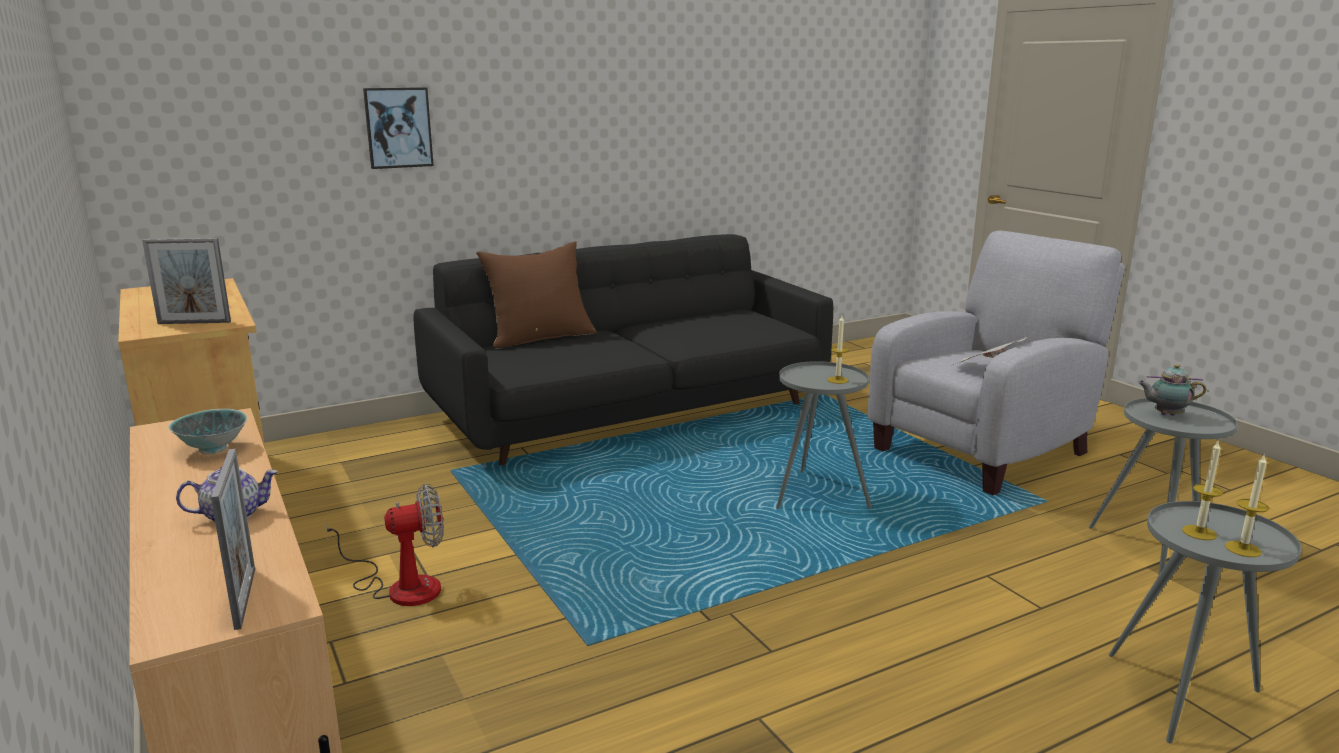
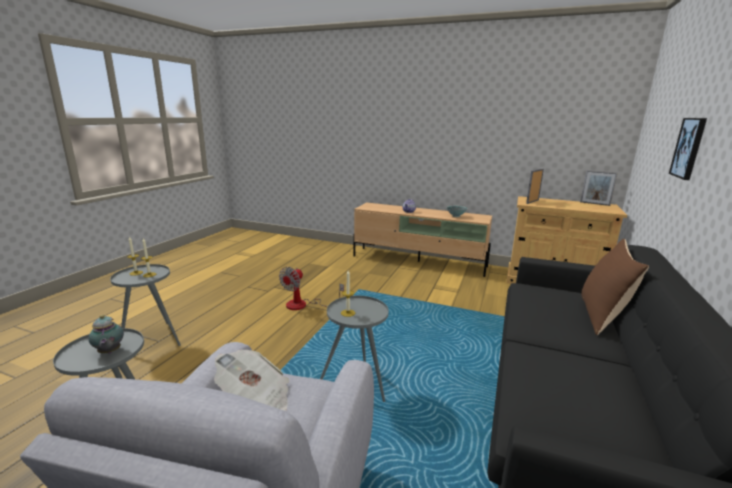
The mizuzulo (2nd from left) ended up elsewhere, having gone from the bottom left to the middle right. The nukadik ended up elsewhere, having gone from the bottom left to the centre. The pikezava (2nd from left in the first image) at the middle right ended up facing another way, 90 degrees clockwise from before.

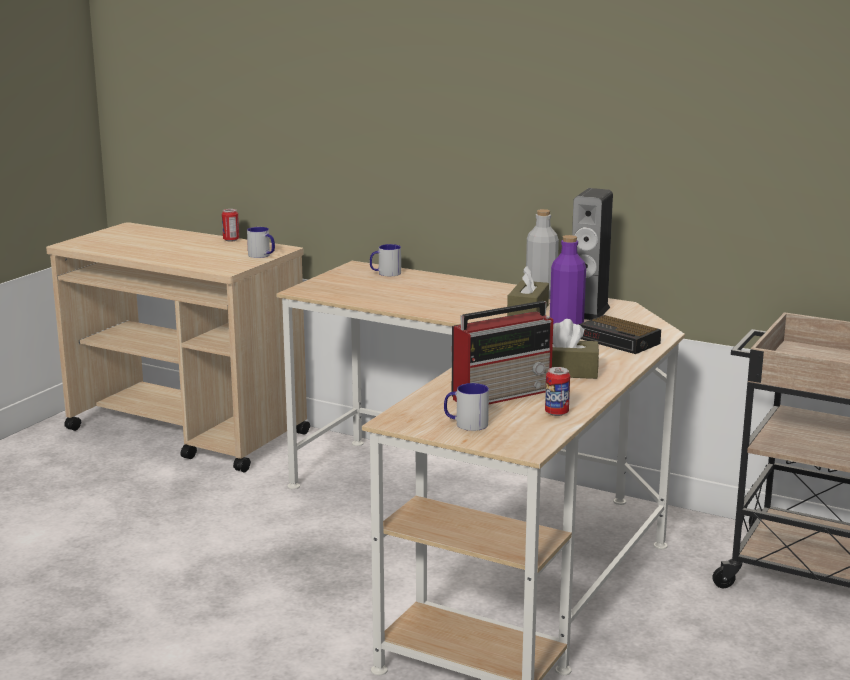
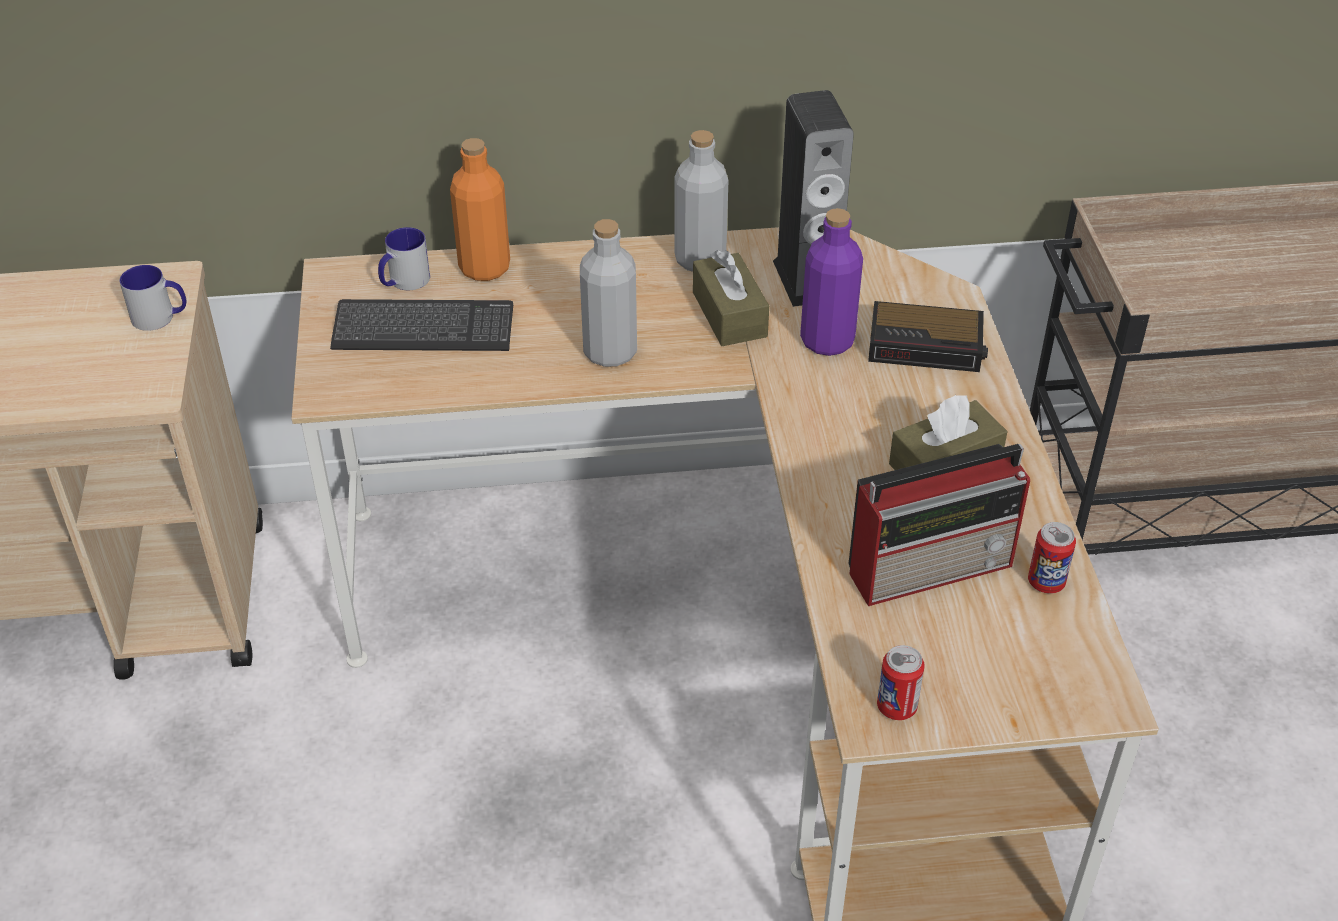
The second view lost the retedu (3rd from left) at the centre. The second view gained the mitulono at the middle left. The second view gained the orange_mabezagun at the top centre. The second view gained the grey_mabezagun (1st from left) at the top centre. The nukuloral (1st from left) ended up elsewhere, having gone from the top left to the bottom right. The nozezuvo at the centre ended up facing another way, 45 degrees clockwise from before.

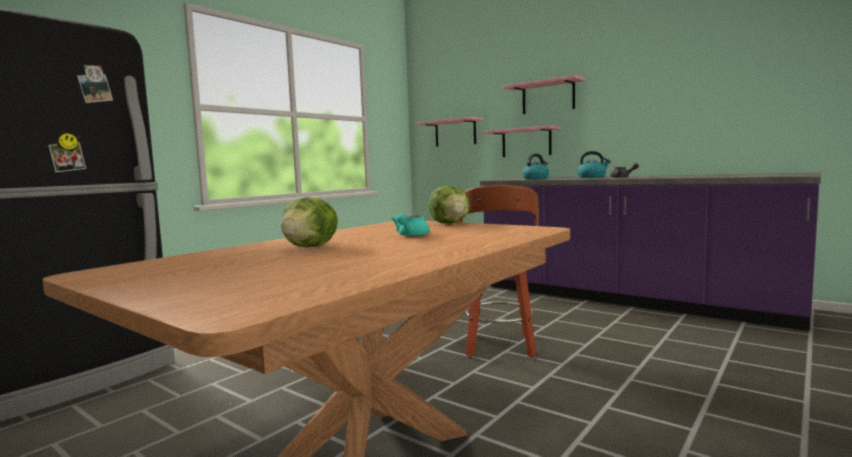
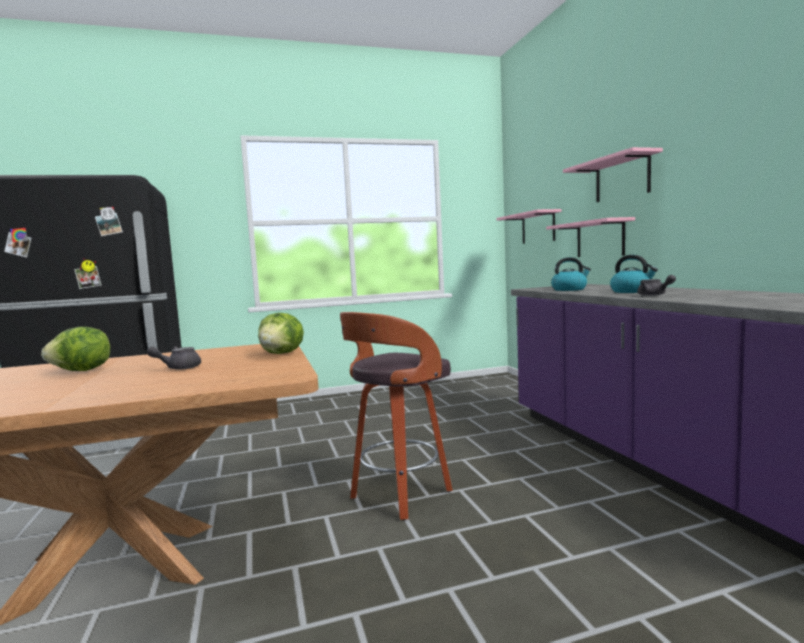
What was the turquoise_pikezava at the centre turned into the grey_pikezava (1st from left) at the middle left.

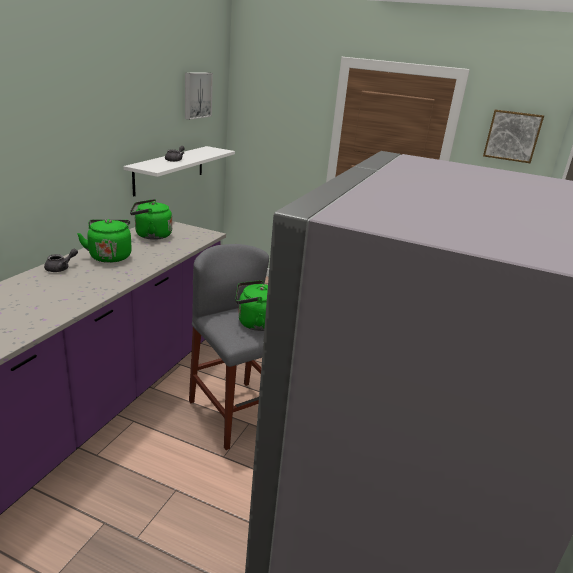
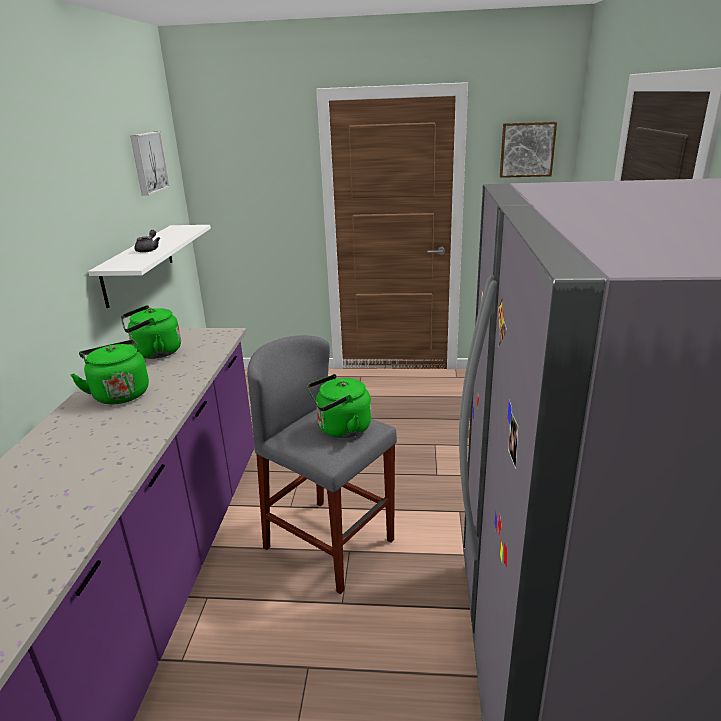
The second view lost the grey_pikezava (1st from left) at the middle left.

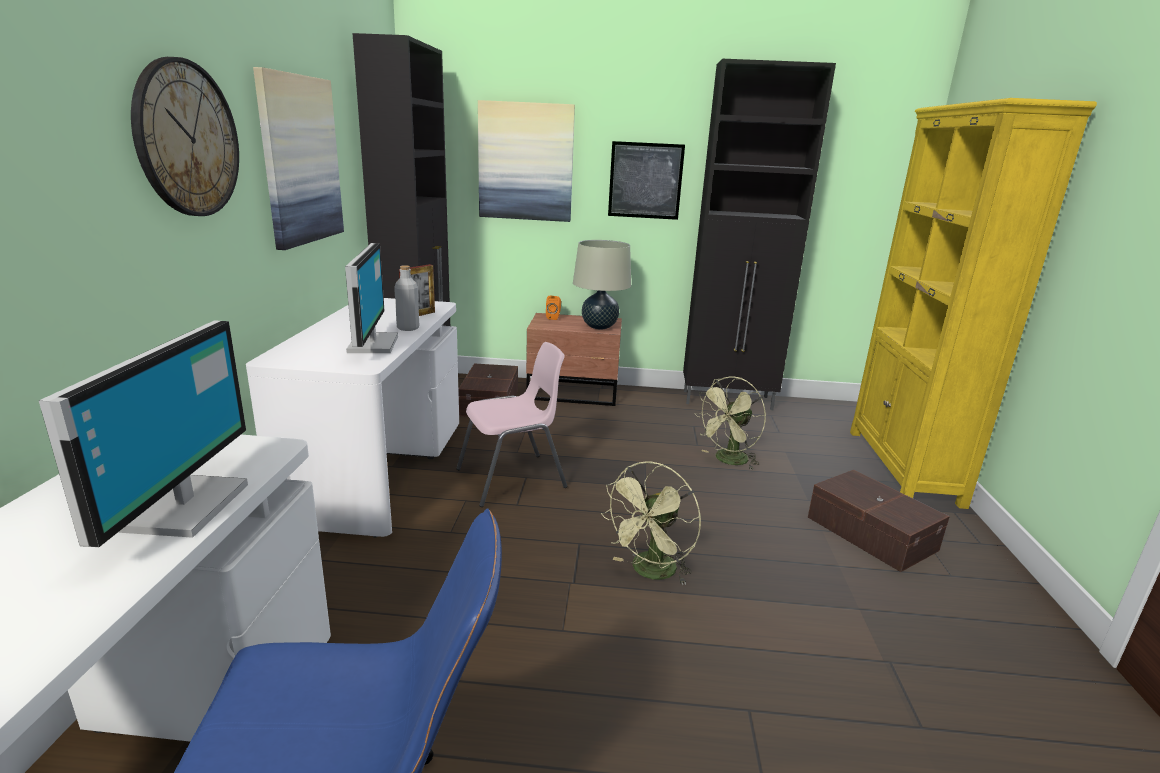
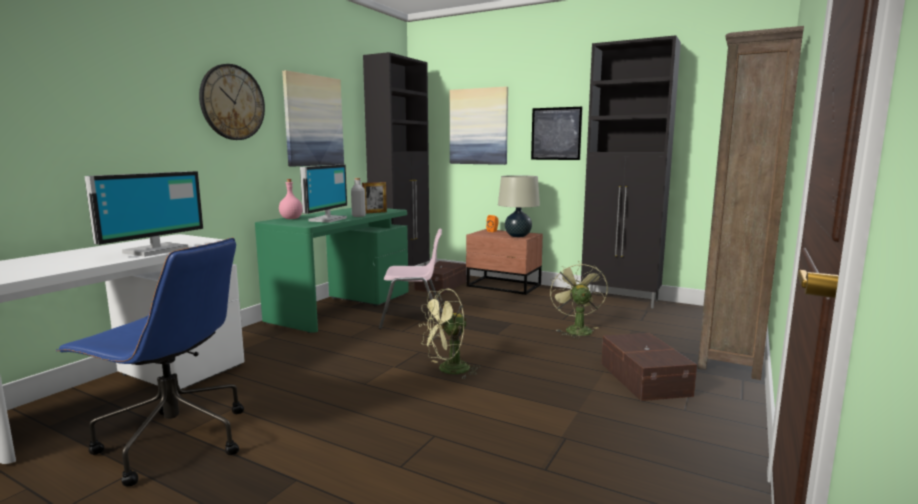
The second view gained the pink_mabezagun at the middle left. What was the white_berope (2nd from left) at the middle left turned into the green_berope at the centre. What was the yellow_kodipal at the middle right turned into the brown_kodipal at the middle right. The green_nukadik (2nd from left) at the centre ended up facing another way, 105 degrees clockwise from before.

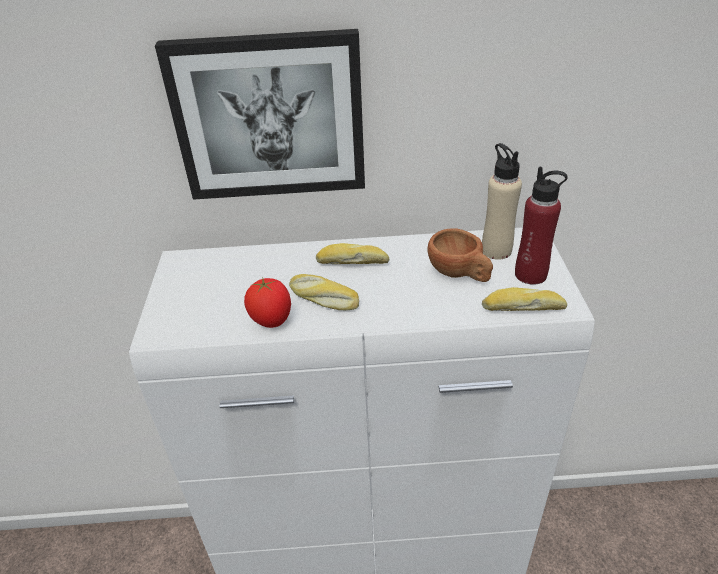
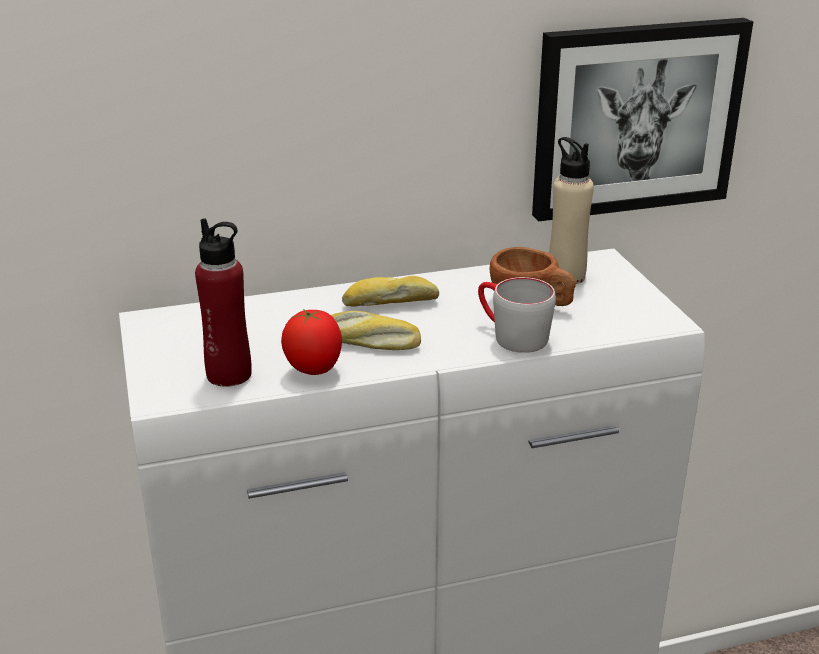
The second view lost the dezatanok (3rd from left) at the middle right. The second view gained the grey_retedu at the centre. The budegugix ended up elsewhere, having gone from the top centre to the top right. The red_mabezagun ended up elsewhere, having gone from the middle right to the middle left.

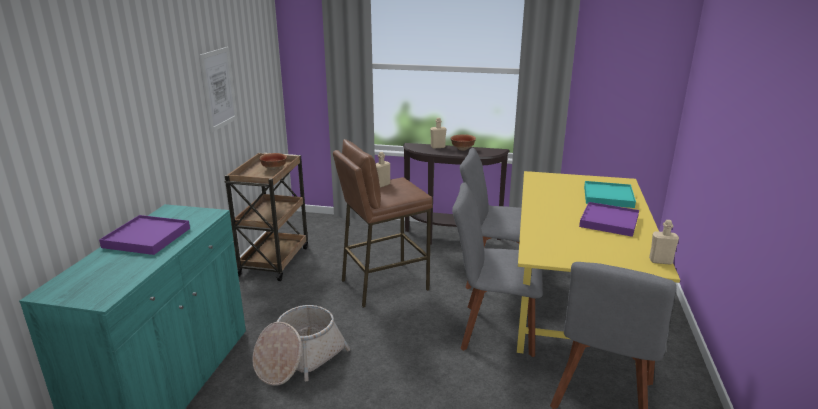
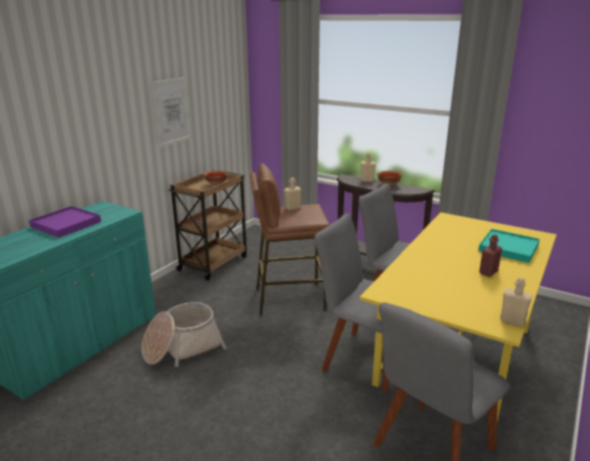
Where the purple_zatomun (2nd from left) stood at the middle right, the red_mabezagun came to stand at the middle right.

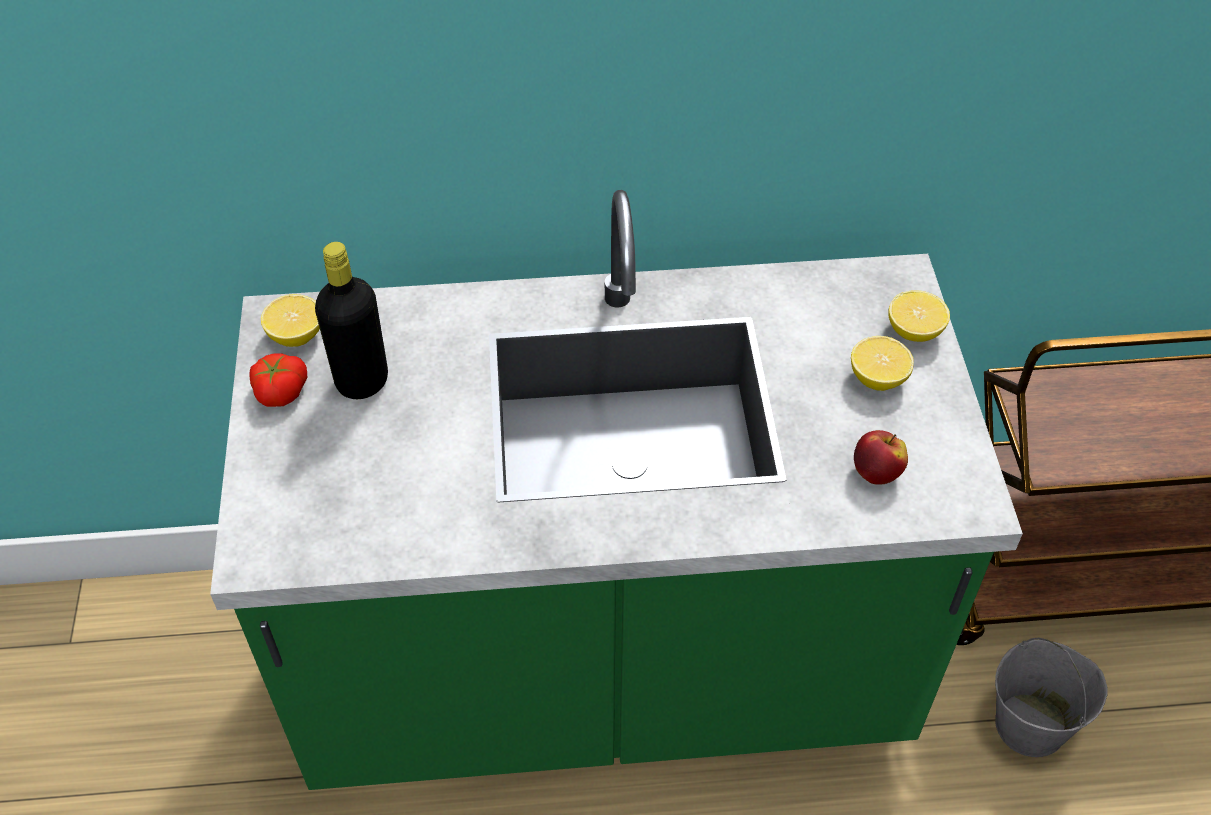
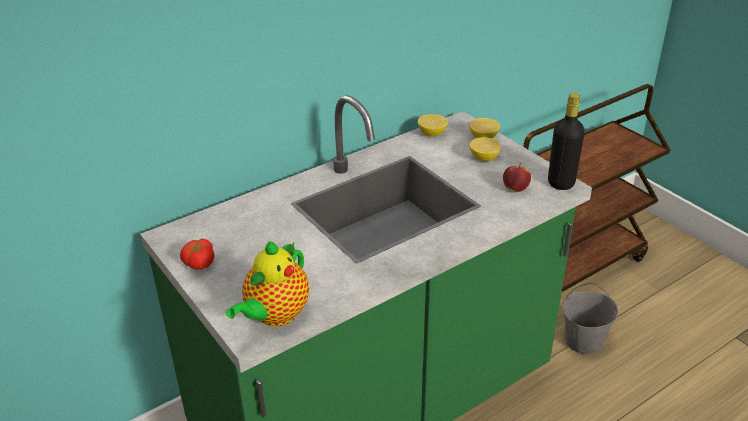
The second view gained the pikezava at the bottom centre. The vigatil (1st from left) ended up elsewhere, having gone from the middle left to the top centre. The black_mabezagun ended up elsewhere, having gone from the middle left to the middle right.

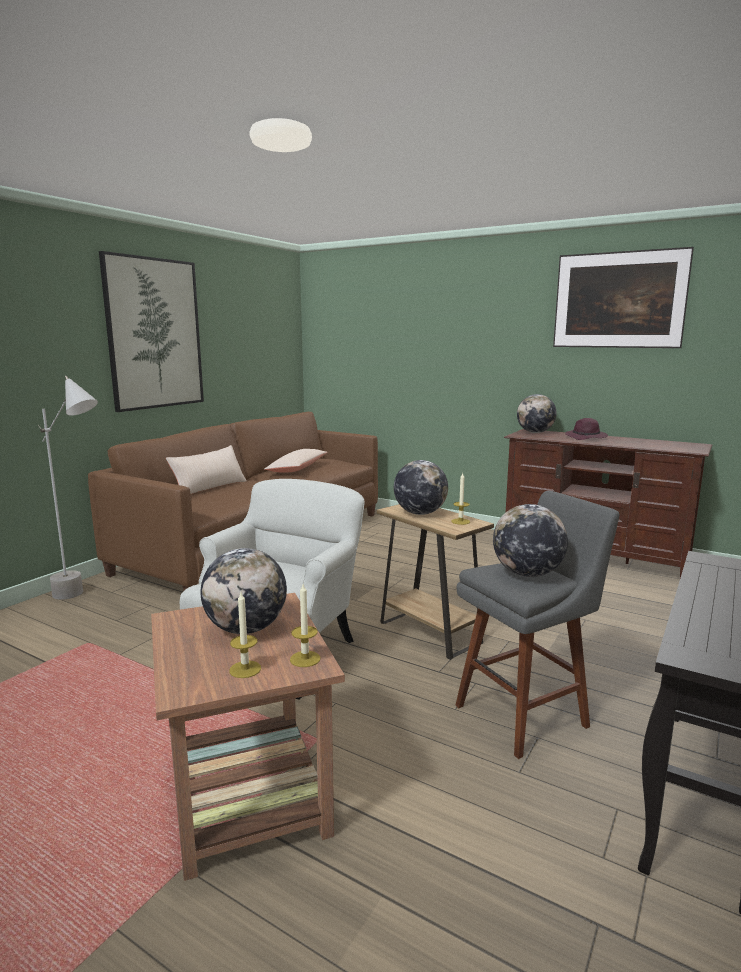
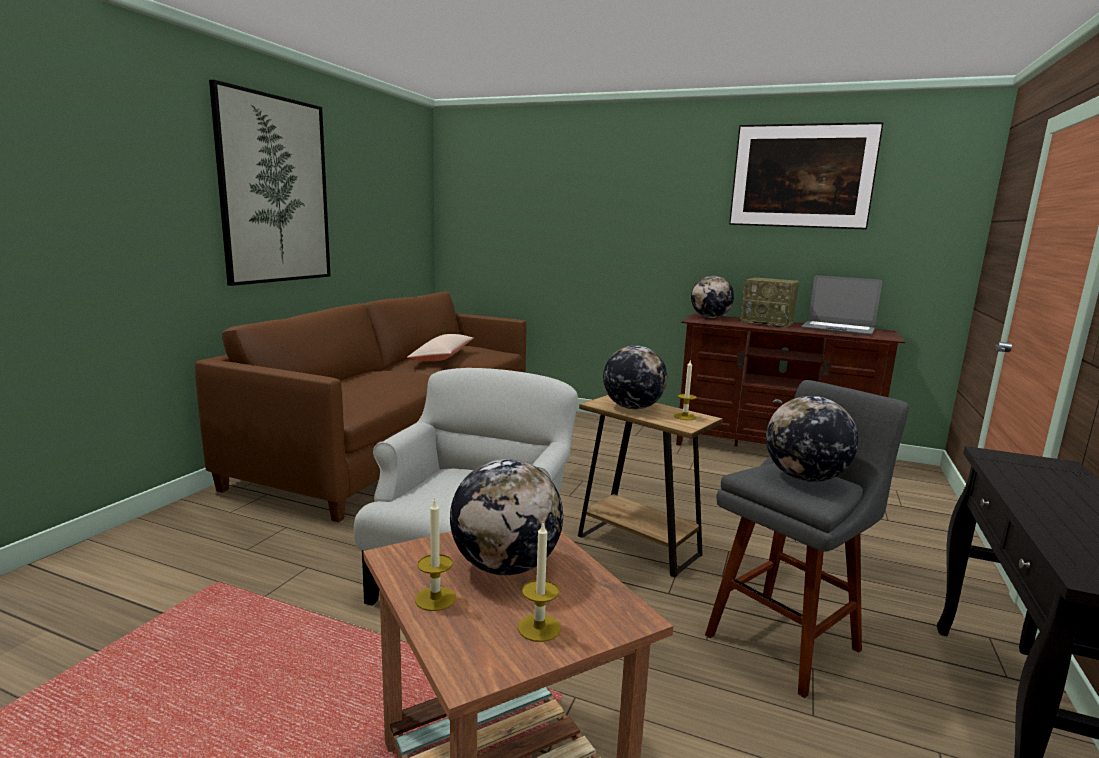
The second view lost the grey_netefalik at the middle left. The second view lost the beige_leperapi (1st from left) at the middle left. The second view gained the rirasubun at the middle right. The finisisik (2nd from left in the first image) ended up elsewhere, having gone from the centre to the bottom centre. Where the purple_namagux stood at the middle right, the nozezuvo came to stand at the middle right.

